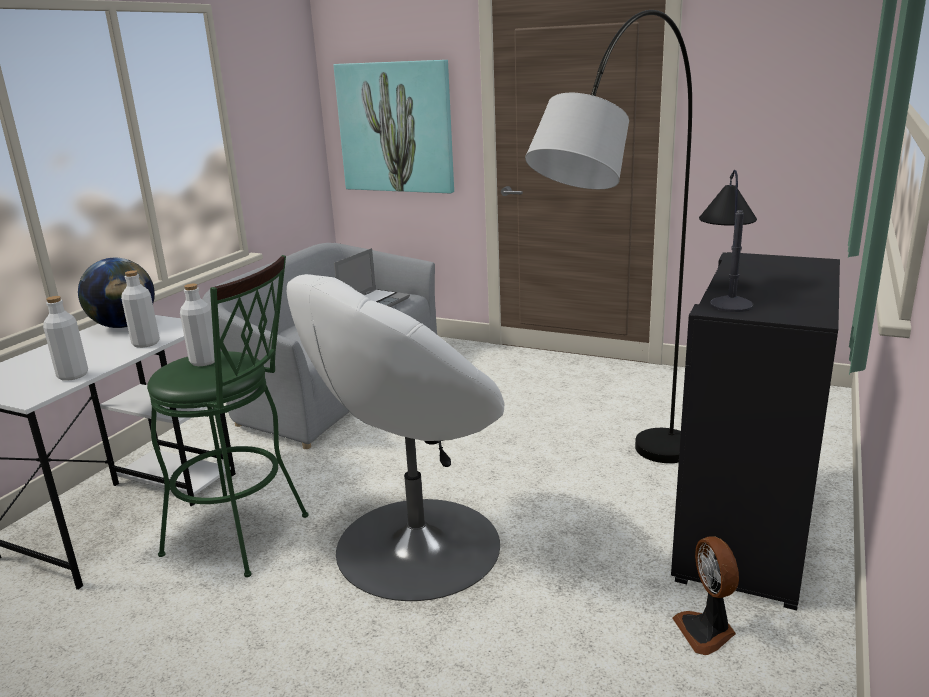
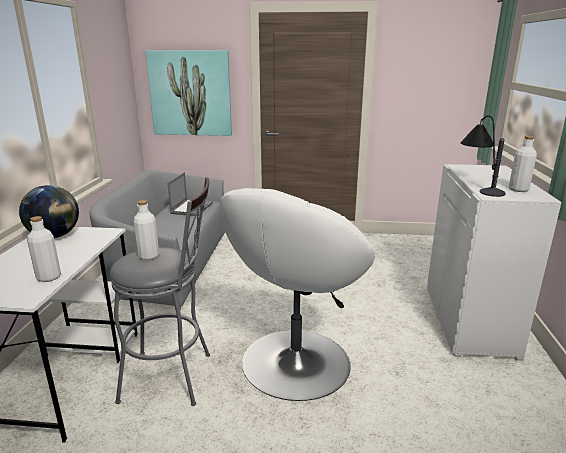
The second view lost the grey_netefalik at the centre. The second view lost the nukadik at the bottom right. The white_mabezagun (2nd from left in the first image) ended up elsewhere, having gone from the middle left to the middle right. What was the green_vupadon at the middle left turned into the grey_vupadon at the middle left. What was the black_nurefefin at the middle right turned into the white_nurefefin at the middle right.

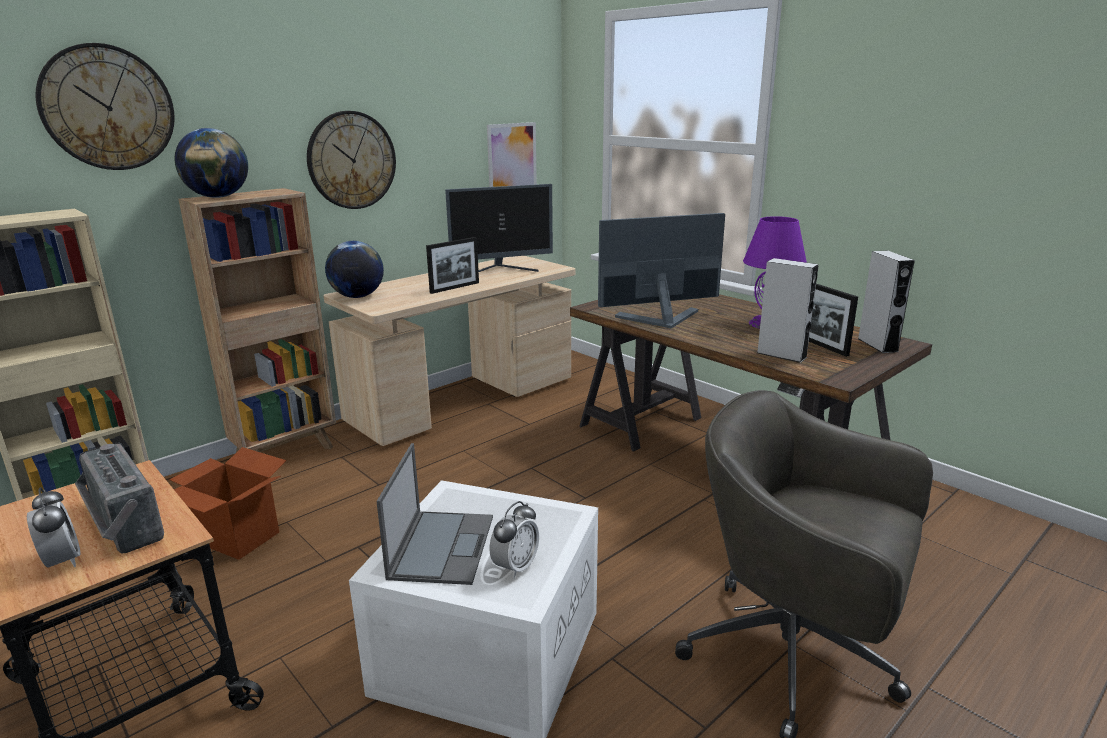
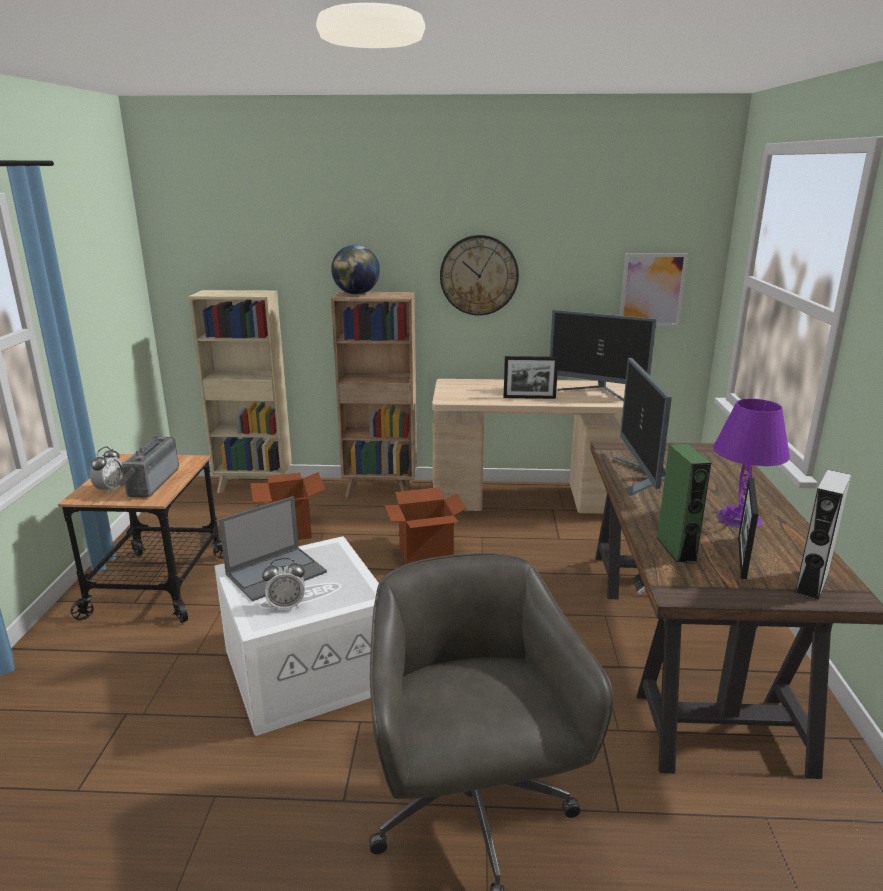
The second view lost the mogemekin (1st from left) at the top left. The second view lost the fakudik (2nd from left) at the middle left. The second view gained the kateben (2nd from left) at the centre. What was the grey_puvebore (1st from left) at the middle right turned into the green_puvebore at the middle right. The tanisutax (2nd from left) at the centre ended up facing another way, 120 degrees counterclockwise from before.

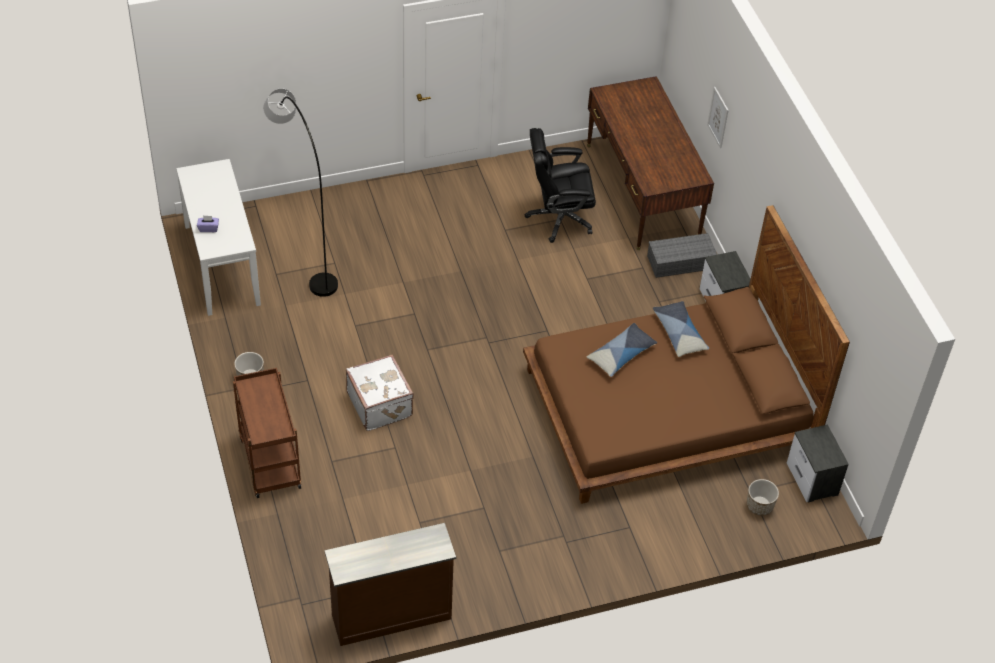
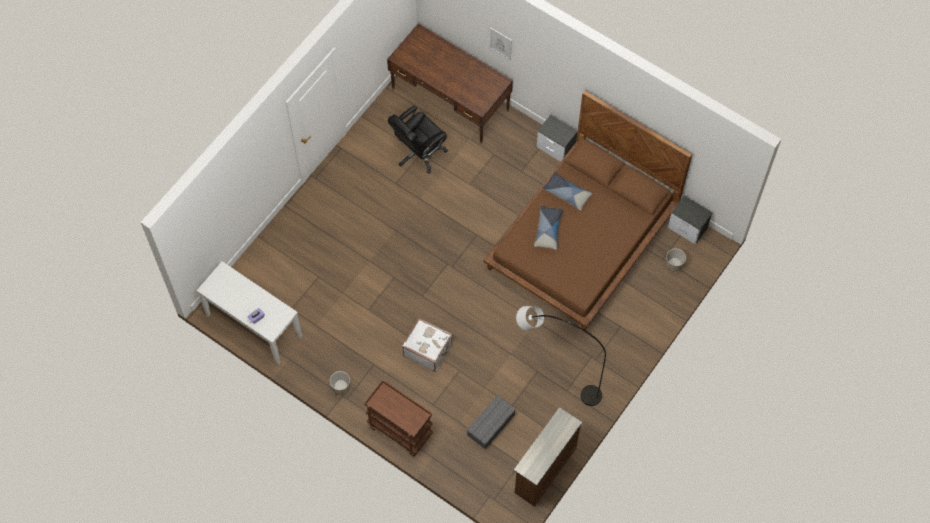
The grey_netefalik ended up elsewhere, having gone from the top left to the bottom centre. The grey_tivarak ended up elsewhere, having gone from the middle right to the bottom centre.

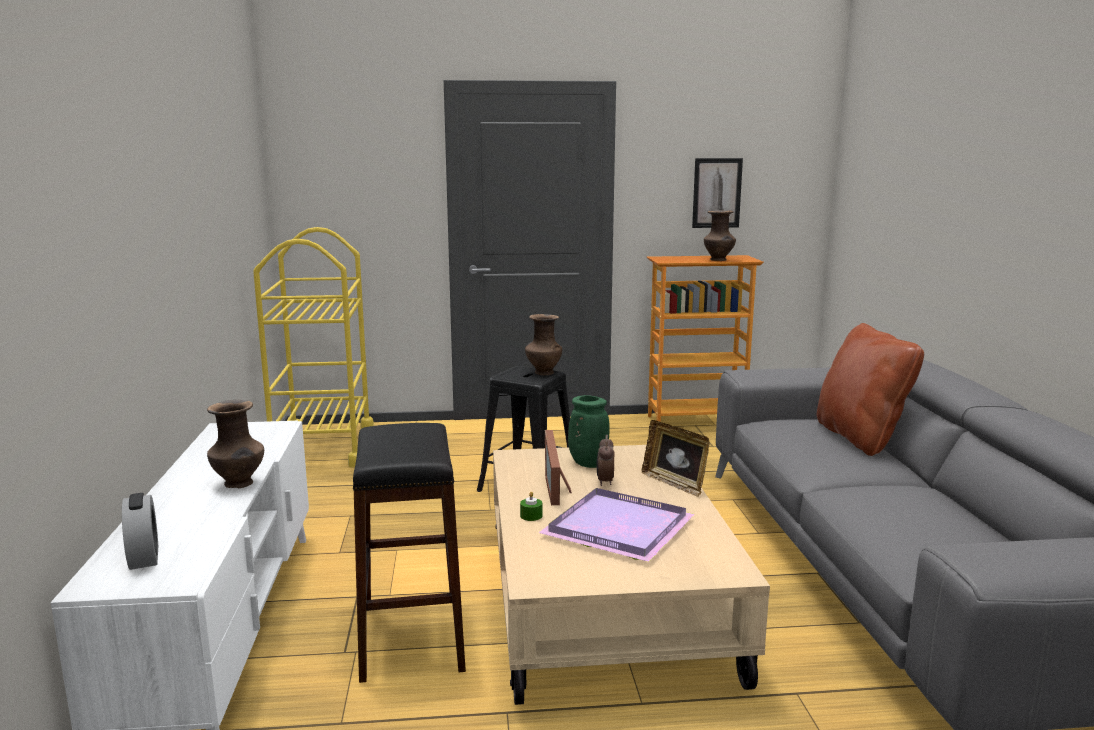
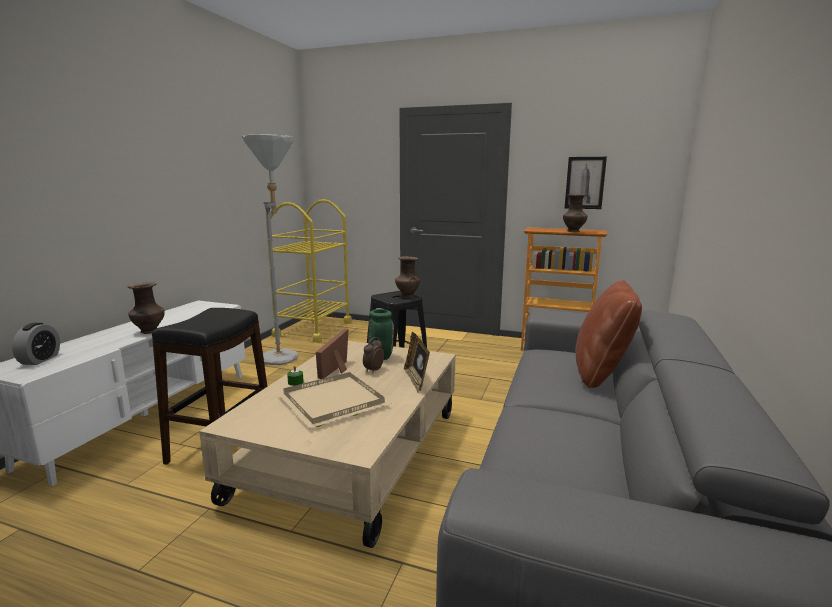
The second view gained the grey_netefalik at the middle left. What was the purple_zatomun at the bottom centre turned into the beige_zatomun at the centre.

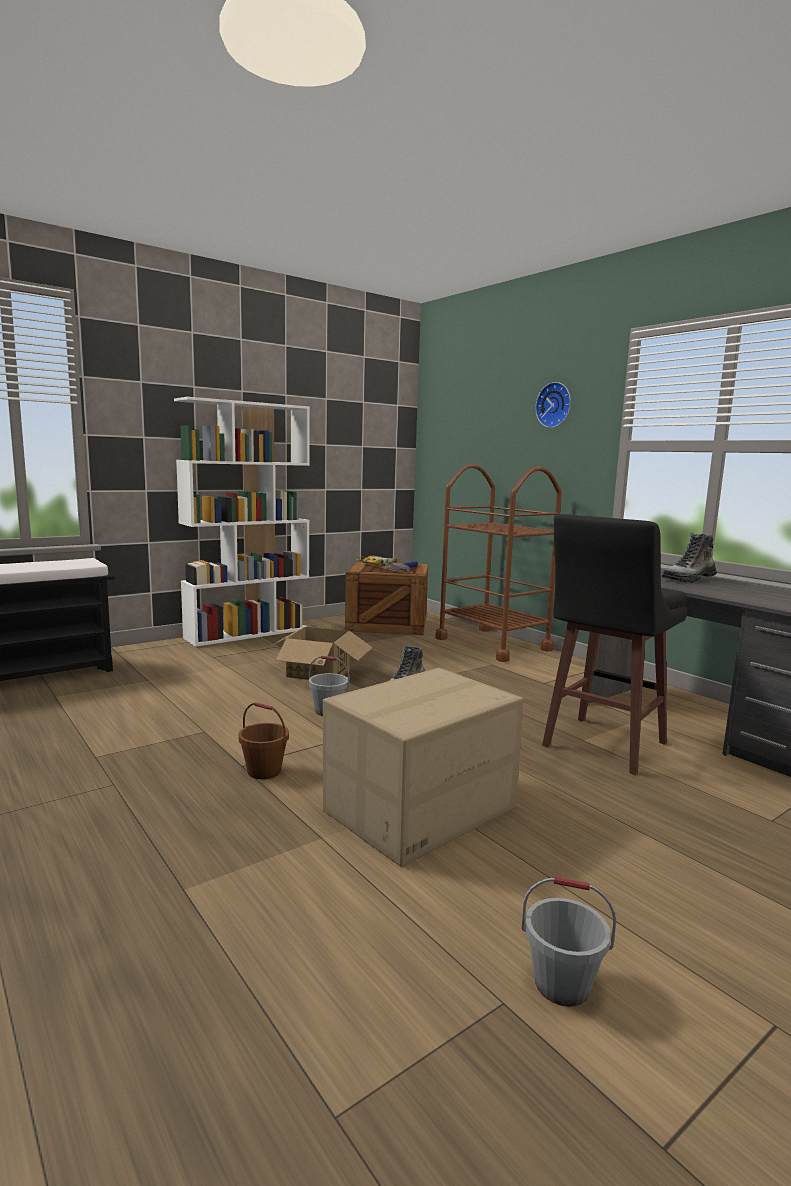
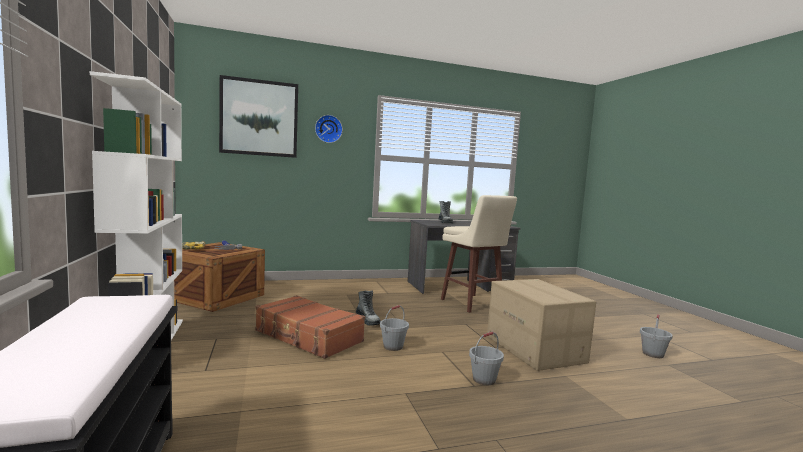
The second view lost the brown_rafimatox at the centre. The second view gained the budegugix at the top left. Where the kateben (1st from left) stood at the centre, the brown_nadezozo came to stand at the bottom centre. What was the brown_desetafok at the middle left turned into the grey_desetafok (2nd from left) at the bottom centre. What was the black_vupadon at the middle right turned into the beige_vupadon at the centre.

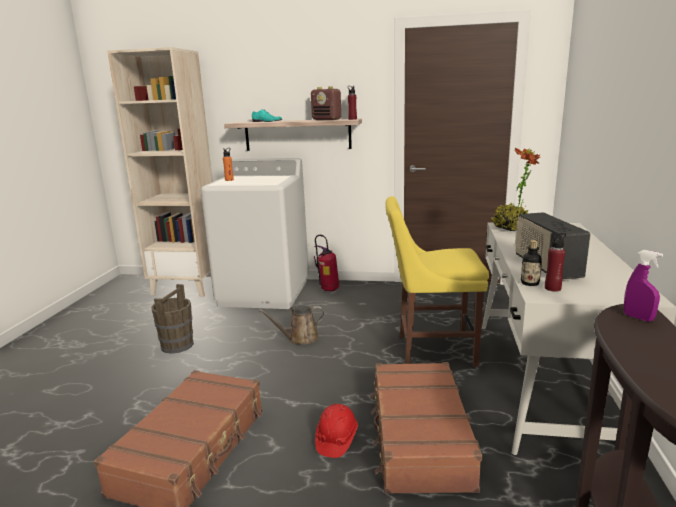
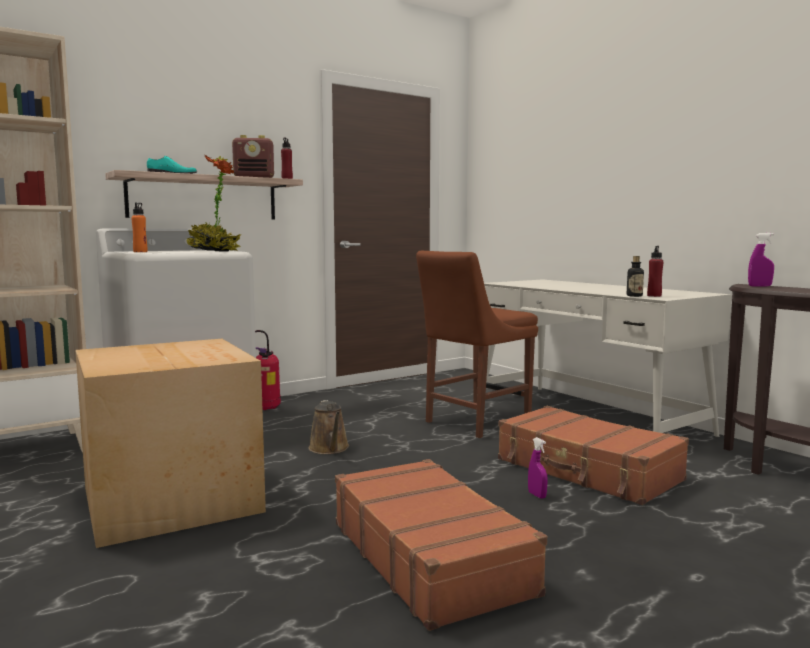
The second view lost the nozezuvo (2nd from left) at the middle right. The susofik ended up elsewhere, having gone from the middle right to the top left. Where the brown_desetafok stood at the middle left, the kateben came to stand at the bottom left. Where the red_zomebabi stood at the bottom centre, the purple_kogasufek (1st from left) came to stand at the bottom centre. What was the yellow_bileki at the centre turned into the brown_bileki at the centre. The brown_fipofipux at the centre ended up facing another way, 45 degrees counterclockwise from before.

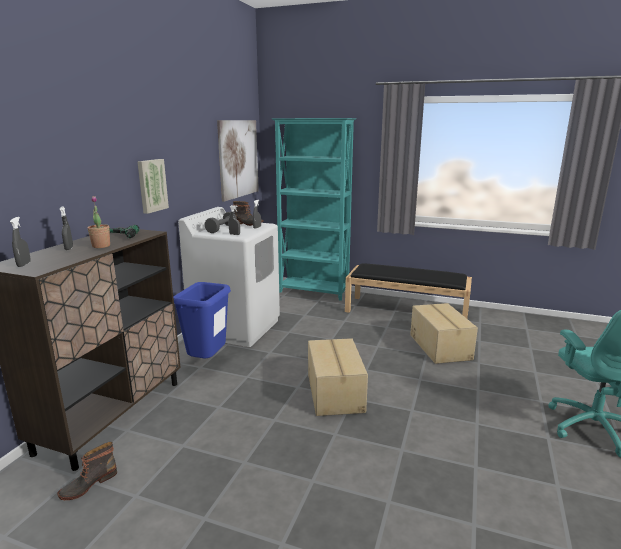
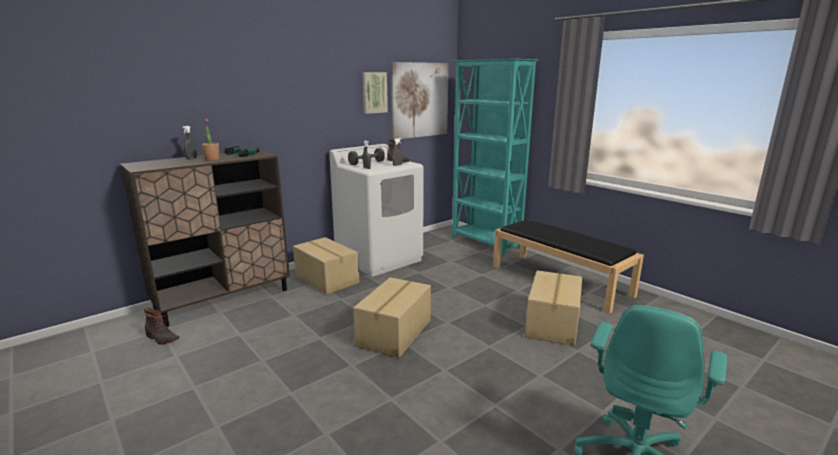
The second view lost the grey_kogasufek (1st from left) at the middle left. The budegugix (1st from left) ended up elsewhere, having gone from the middle left to the top centre. Where the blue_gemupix stood at the middle left, the kateben (1st from left) came to stand at the centre. The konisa (1st from left) at the bottom left ended up facing another way, 135 degrees counterclockwise from before.

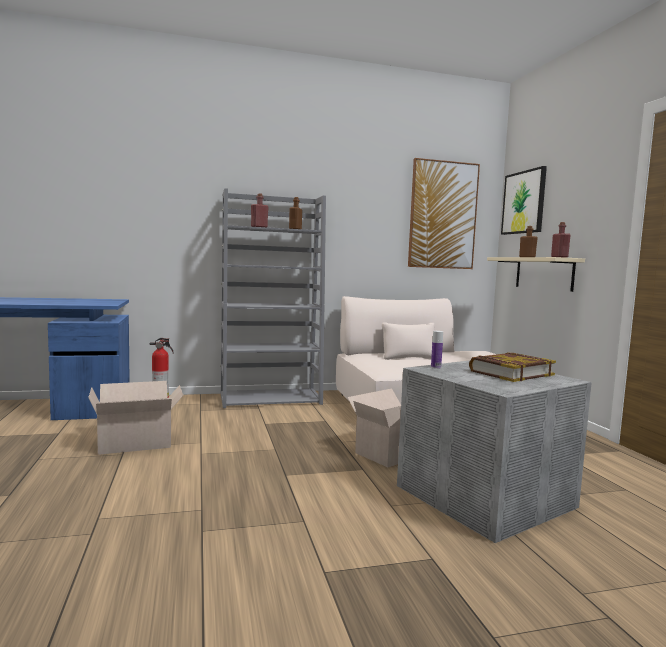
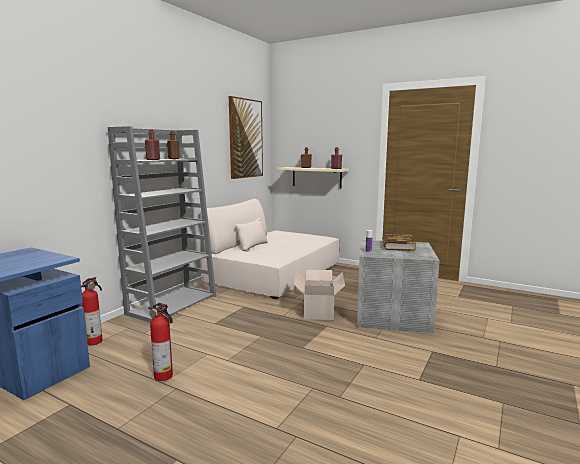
The second view lost the budegugix (2nd from left) at the top right. Where the kateben (1st from left) stood at the middle left, the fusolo (2nd from left) came to stand at the bottom left.

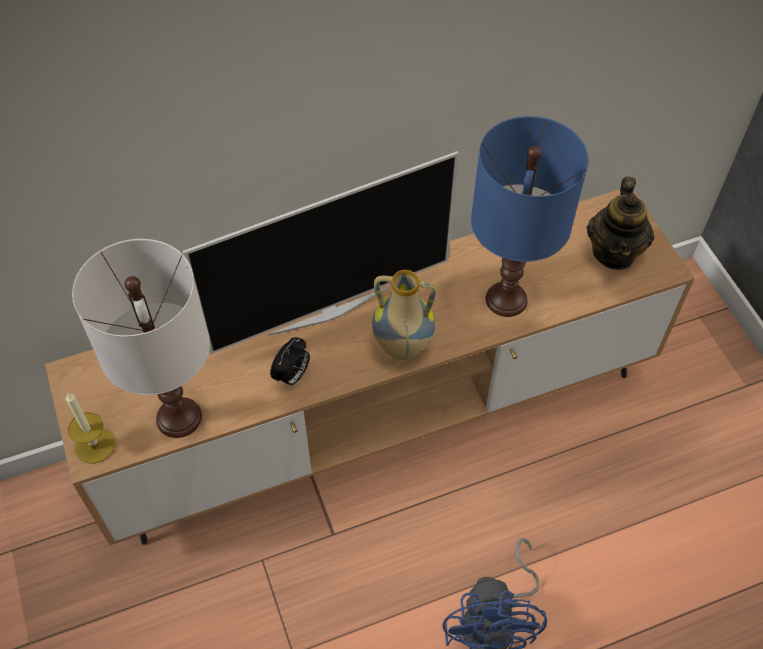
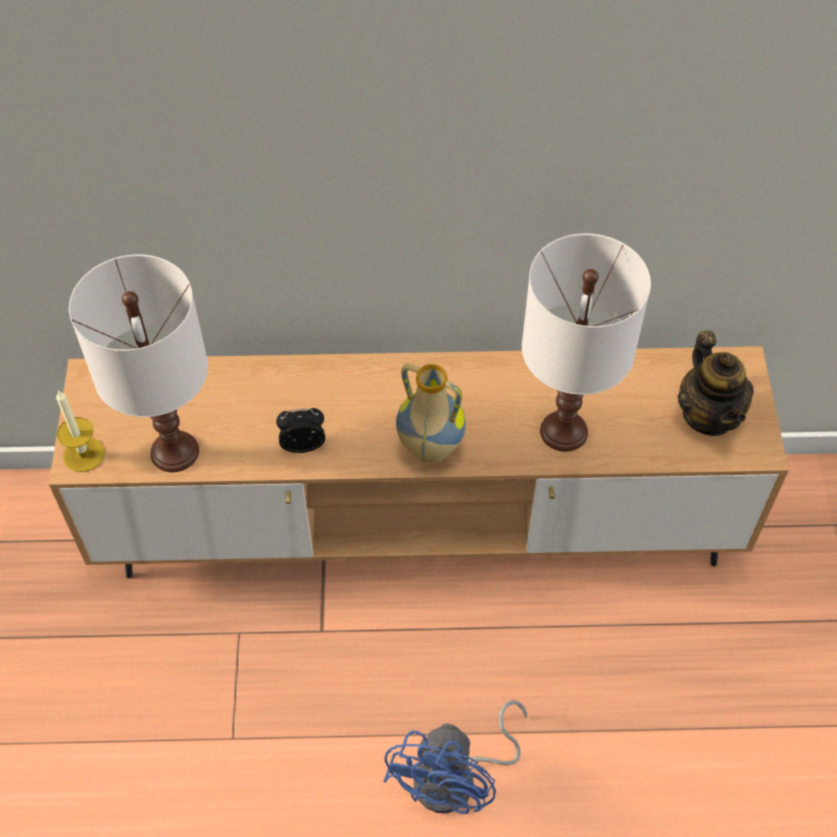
The second view lost the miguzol at the centre. What was the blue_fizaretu at the top right turned into the white_fizaretu (2nd from left) at the middle right. The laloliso at the centre ended up facing another way, 150 degrees counterclockwise from before. The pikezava at the middle right ended up facing another way, 45 degrees counterclockwise from before.

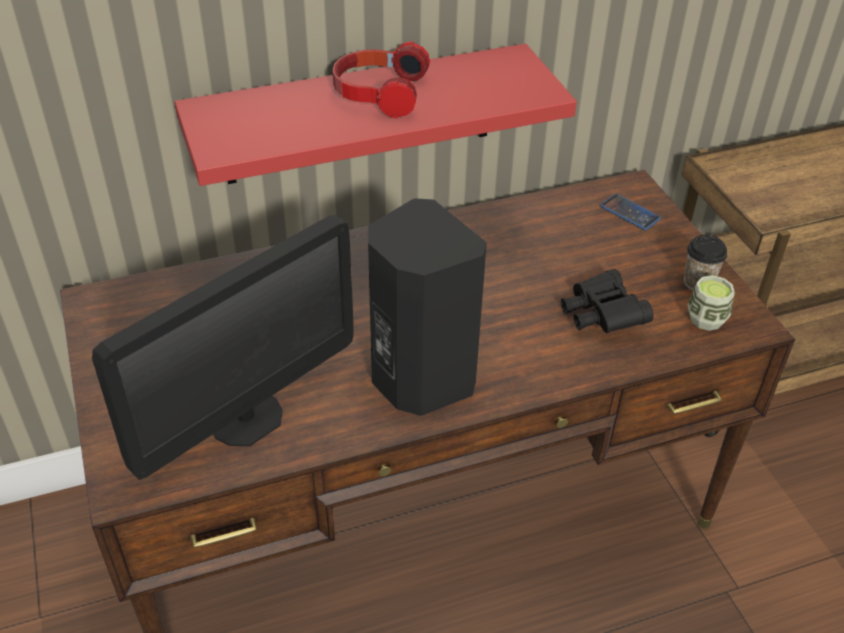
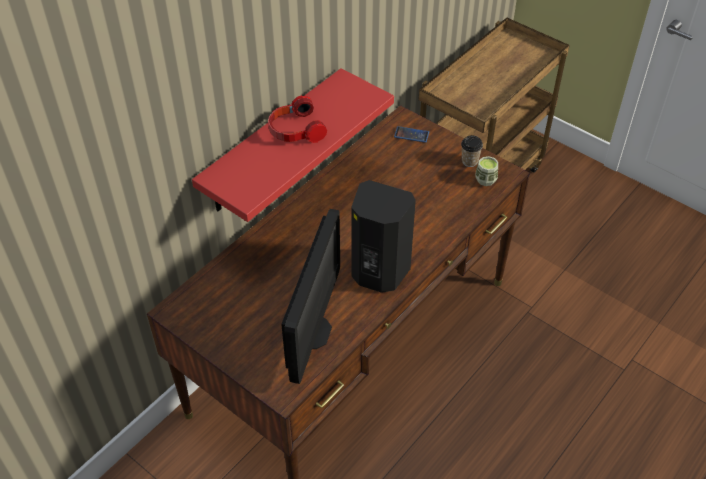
The second view lost the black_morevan at the middle right.

